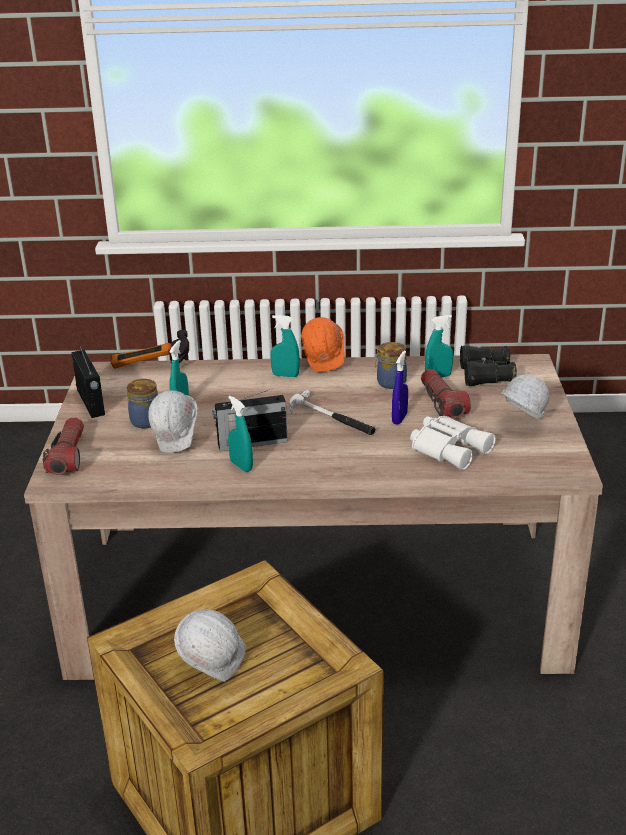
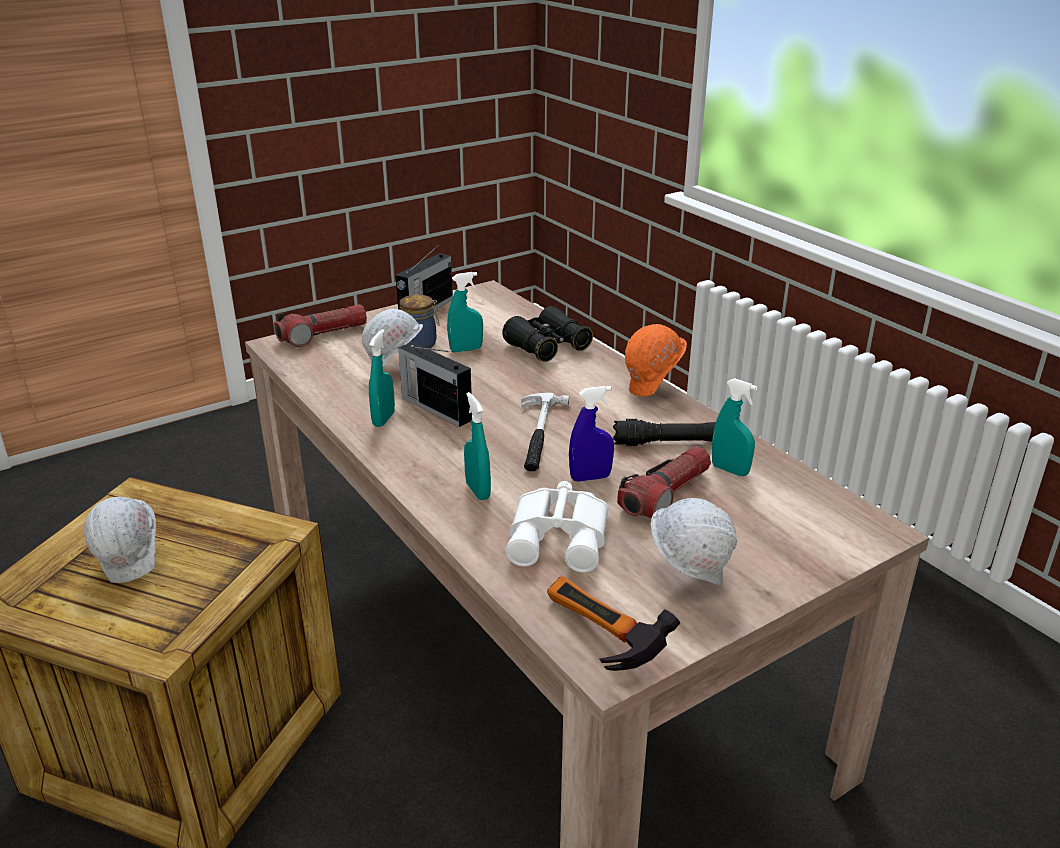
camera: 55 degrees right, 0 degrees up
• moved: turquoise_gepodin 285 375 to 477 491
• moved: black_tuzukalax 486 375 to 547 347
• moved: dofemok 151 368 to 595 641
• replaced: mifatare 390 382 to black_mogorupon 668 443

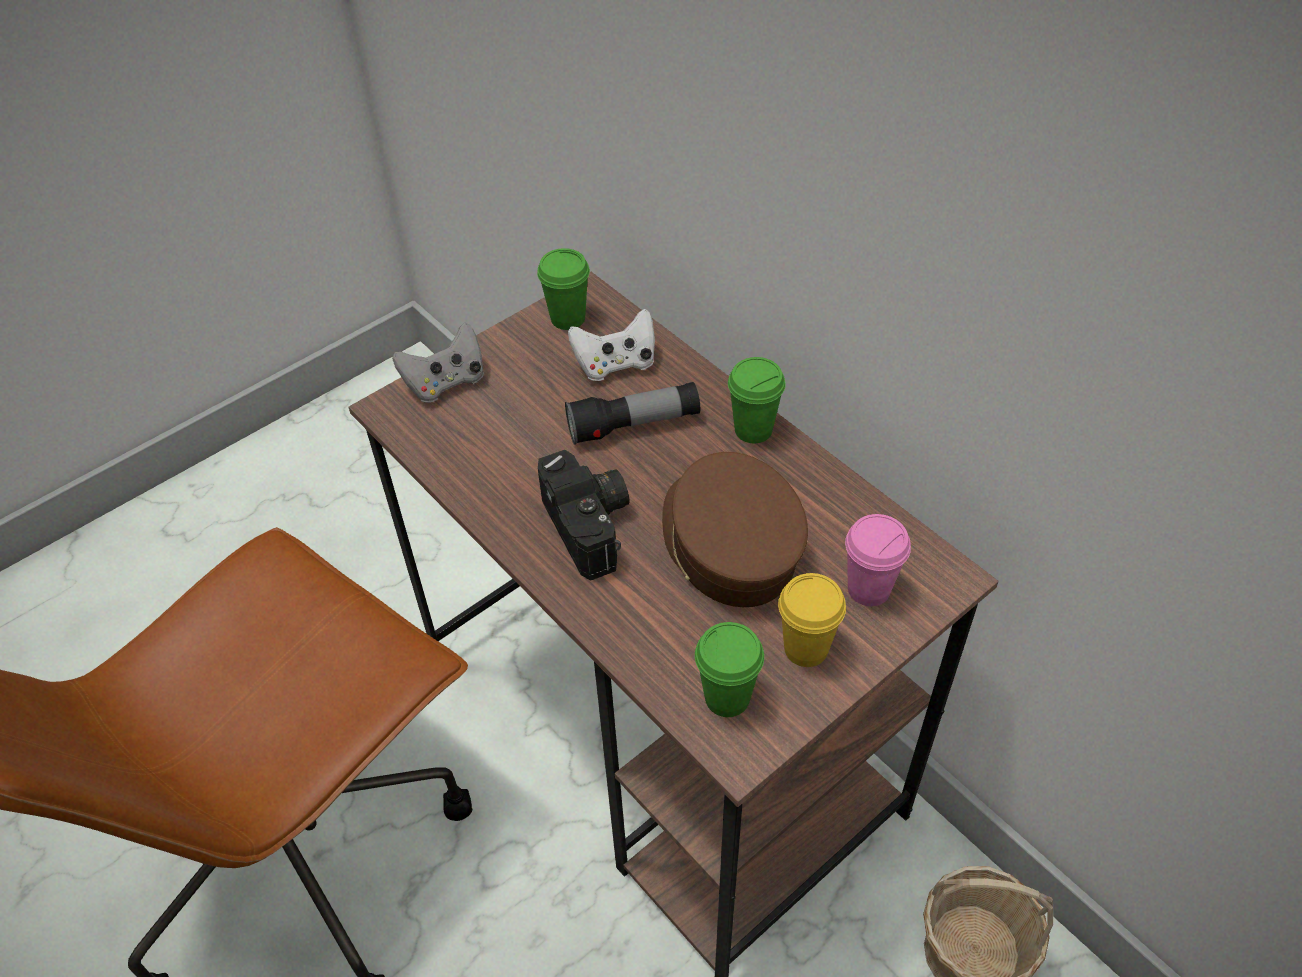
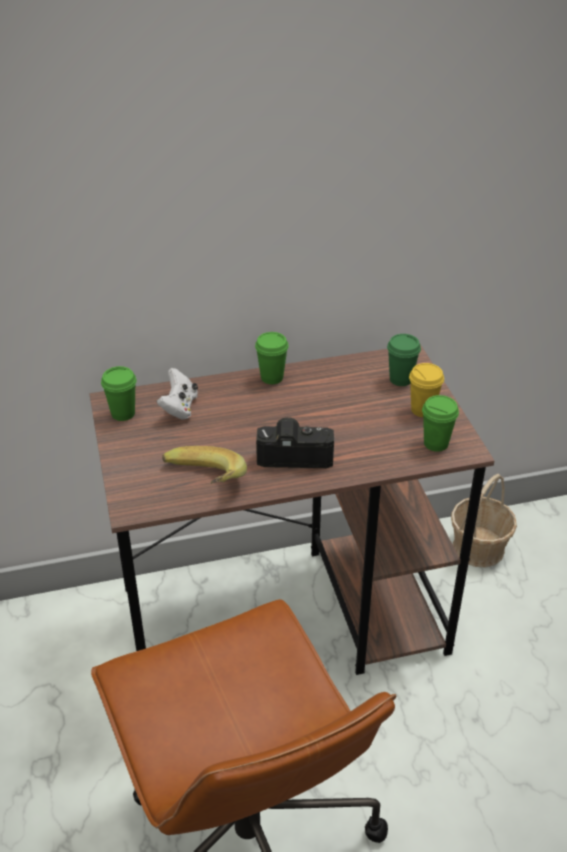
camera: 65 degrees left, 10 degrees down
• added: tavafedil 203 485
• recoloured: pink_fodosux 869 589 to green_fodosux 400 379
• removed: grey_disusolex 446 382
• removed: mogorupon 634 425
• removed: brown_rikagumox 728 545

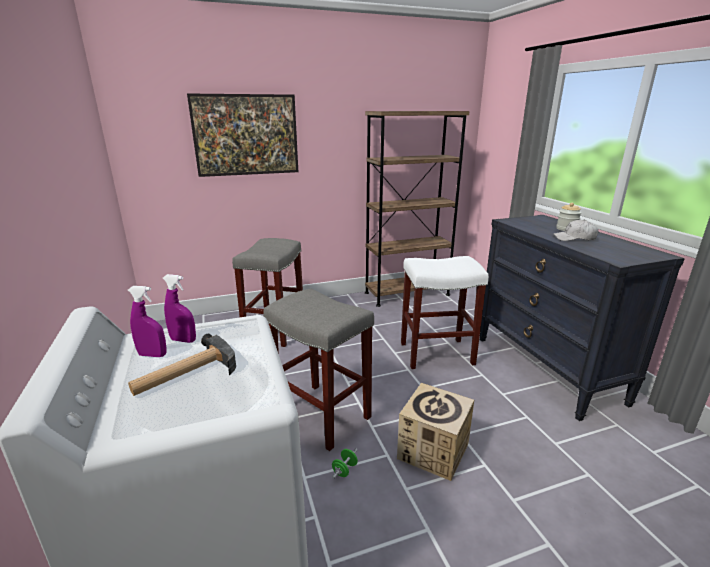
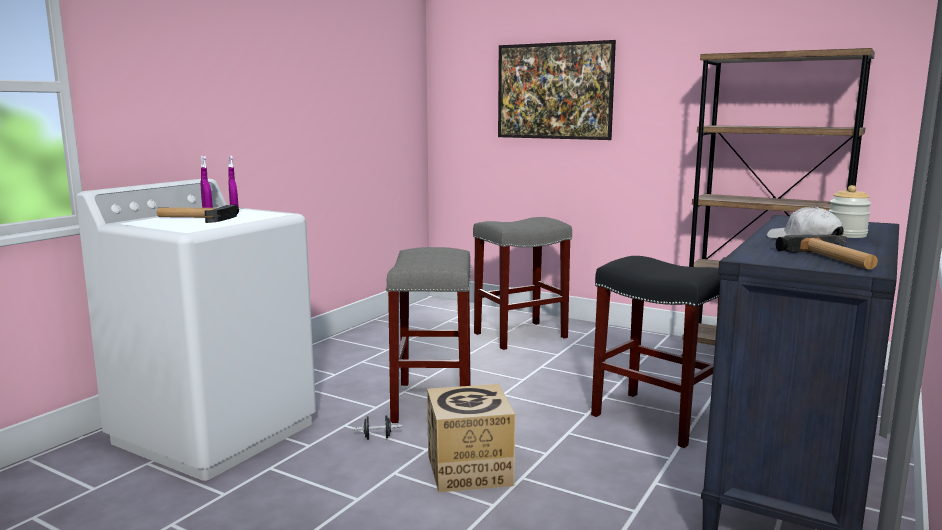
camera: 50 degrees right, 10 degrees down
• recoloured: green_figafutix 344 470 to black_figafutix 377 437
• recoloured: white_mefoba 437 353 to black_mefoba 657 419
• added: dofemok 835 259

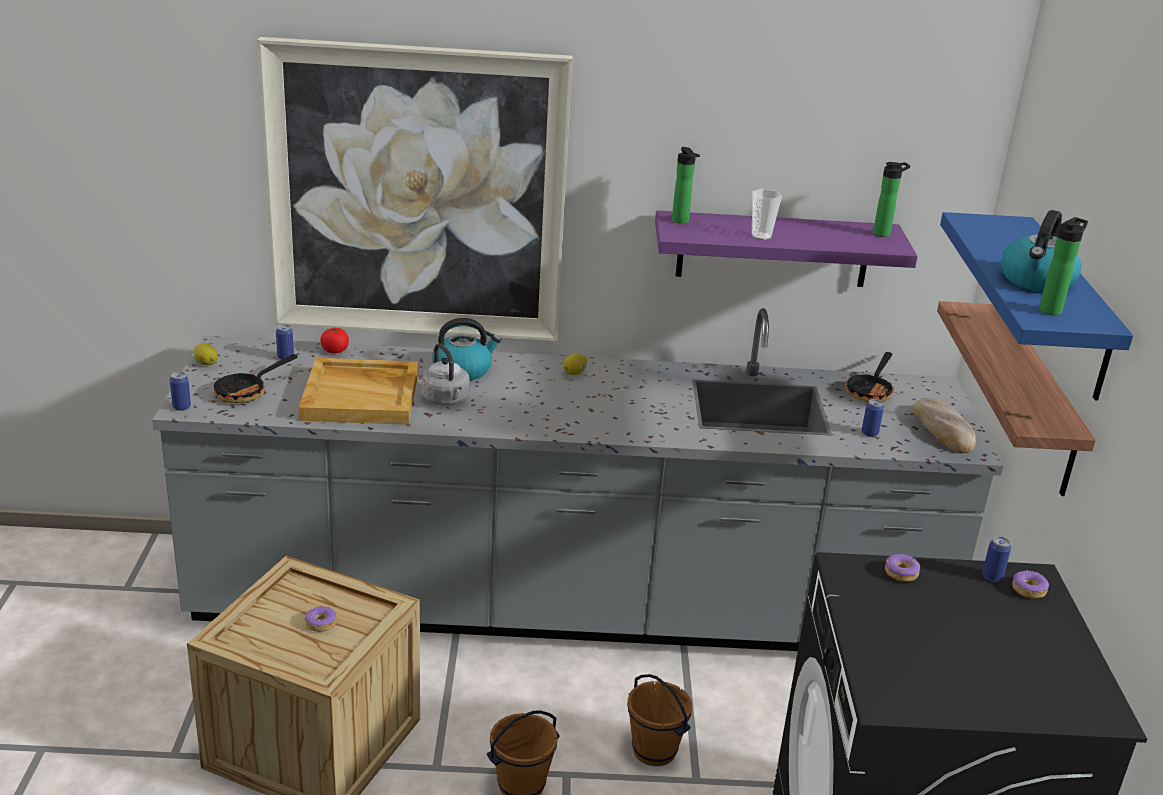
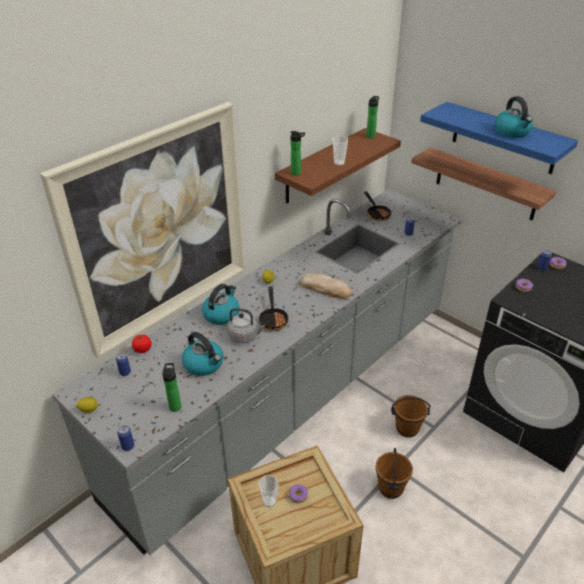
camera: 45 degrees left, 10 degrees up
• moved: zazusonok 1052 310 to 175 405
• replaced: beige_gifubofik 362 396 to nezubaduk 204 364
• added: fodosux 269 501
• moved: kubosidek 247 391 to 273 319
• recoloured: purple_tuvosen 773 249 to brown_tuvosen 322 166
• moved: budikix 944 429 to 326 288

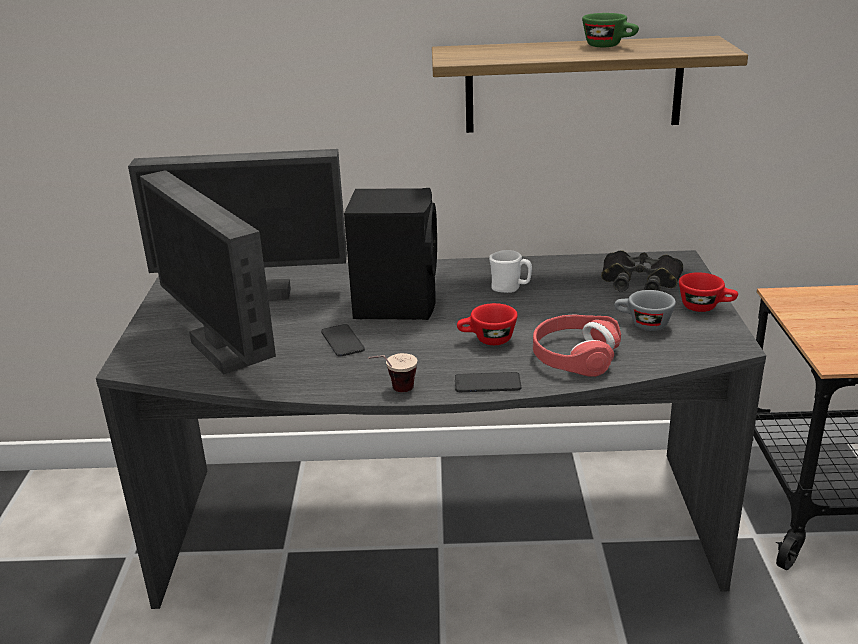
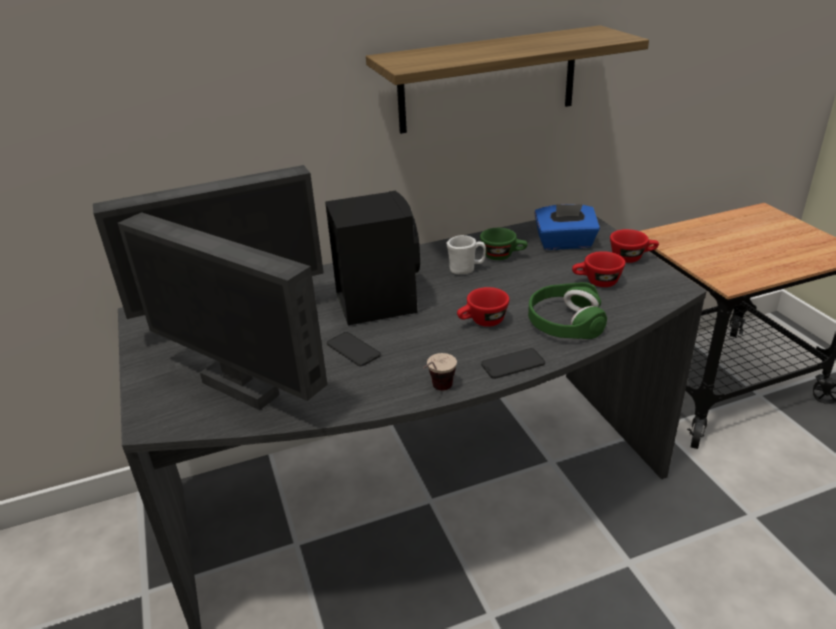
camera: 20 degrees left, 5 degrees up
• moved: green_fodosux 609 46 to 503 256
• recoloured: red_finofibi 574 356 to green_finofibi 565 322
• replaced: black_tuzukalax 640 281 to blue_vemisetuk 565 243
• recoloured: grey_fodosux 642 324 to red_fodosux 596 282

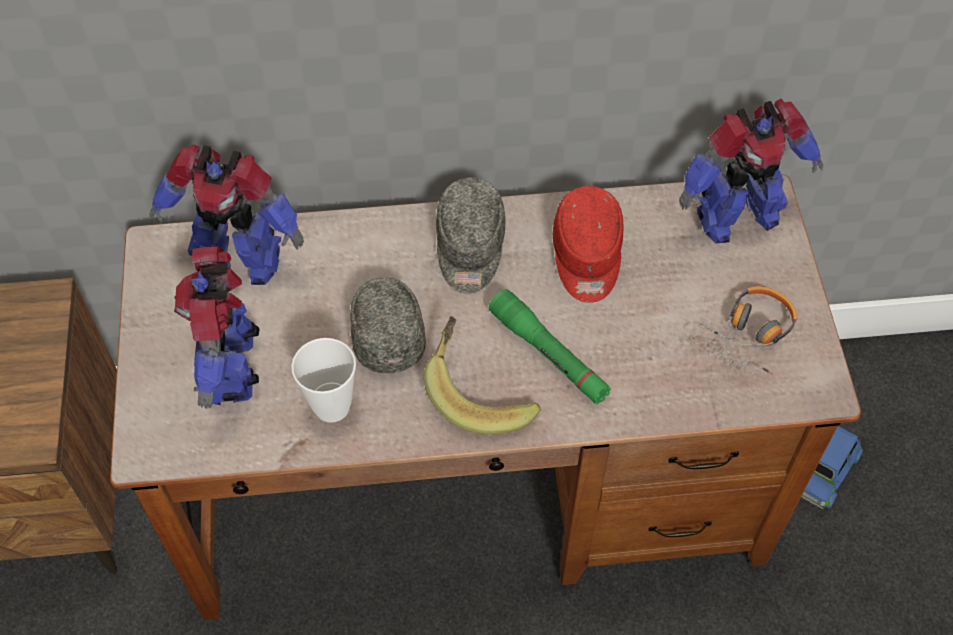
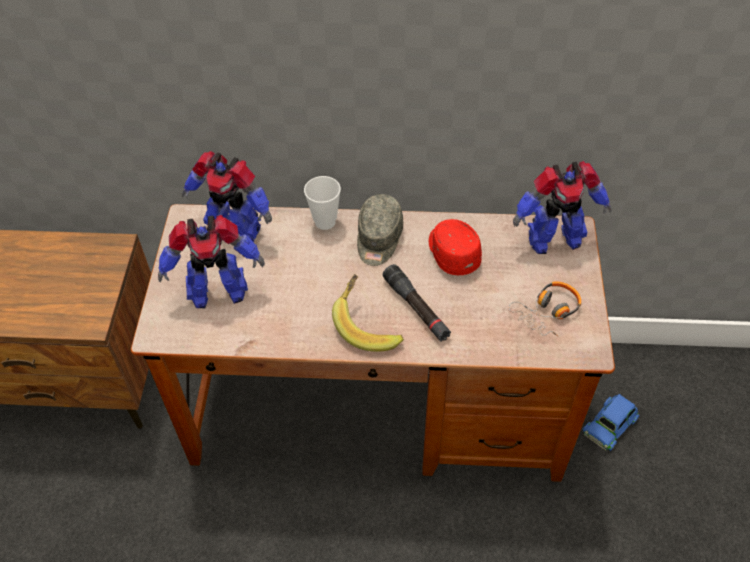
camera: 10 degrees right, 5 degrees down
• turned: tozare 231 366 = 217 292 105 degrees counterclockwise
• moved: fodosux 332 406 to 325 222
• recoloured: green_mogorupon 549 354 to black_mogorupon 416 308
• turned: red_rikagumox 587 257 = 452 252 150 degrees clockwise
• removed: grey_rikagumox 386 330

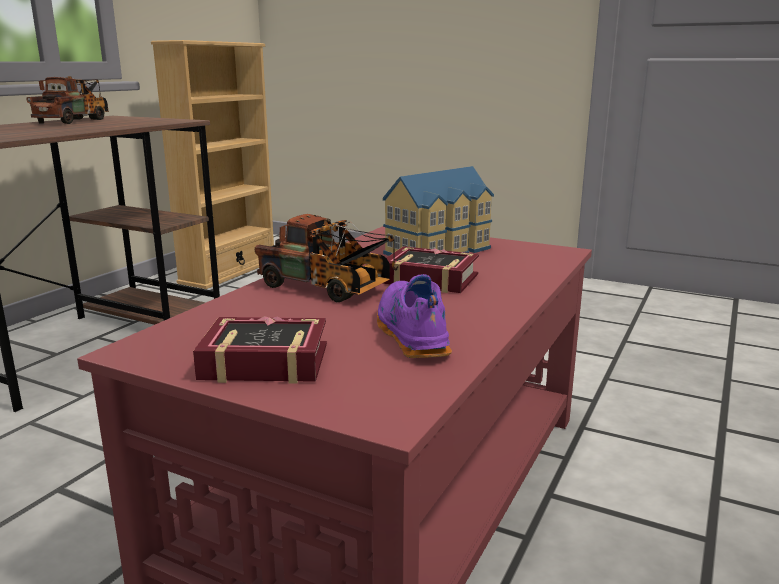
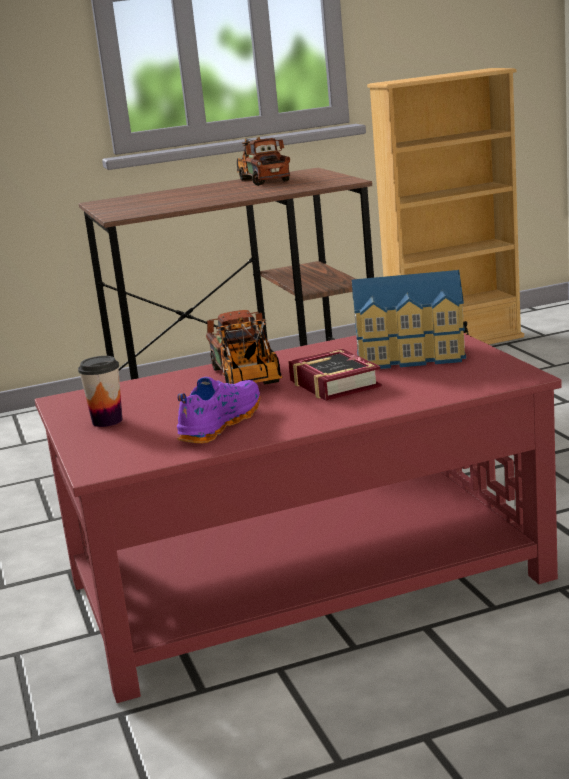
camera: 45 degrees right, 0 degrees up
• replaced: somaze 260 360 to fodosux 107 421
• turned: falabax 76 120 = 262 179 75 degrees counterclockwise

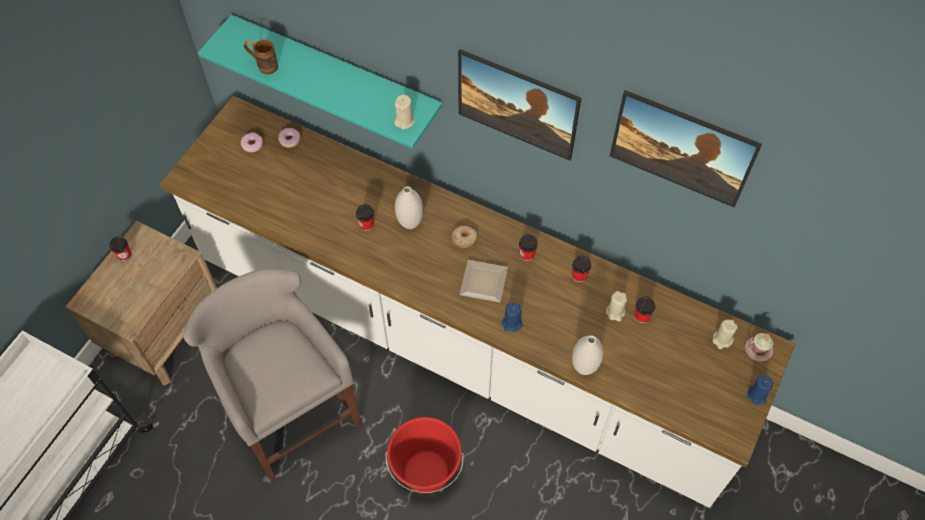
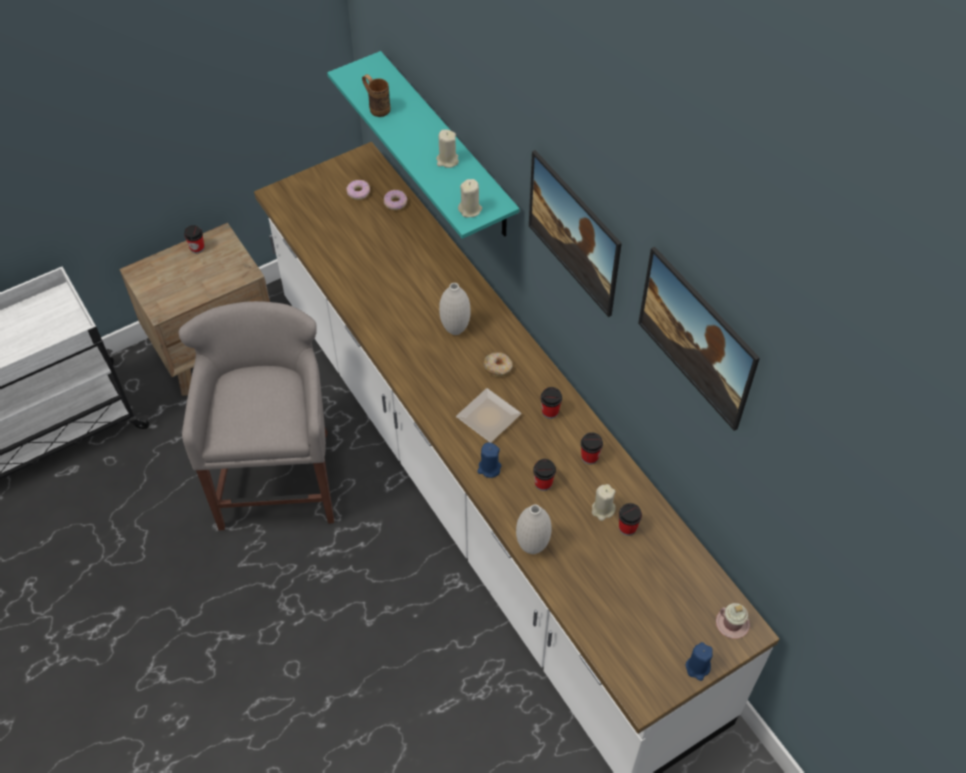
camera: 30 degrees right, 5 degrees down
• moved: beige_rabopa 722 340 to 447 160
• moved: fodosux 366 225 to 543 483
• removed: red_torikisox 426 471

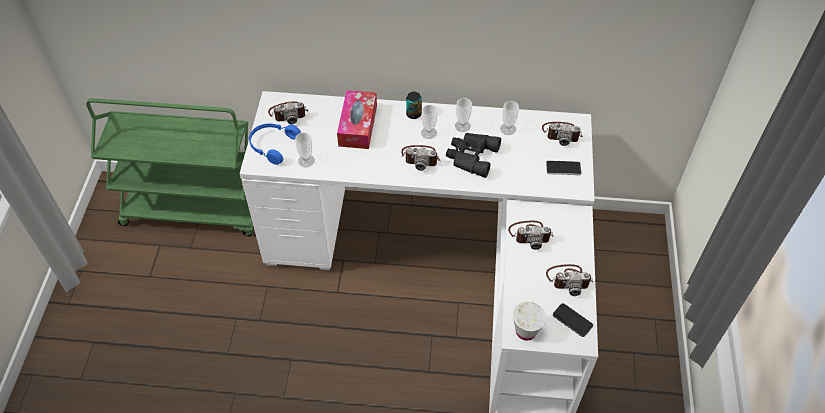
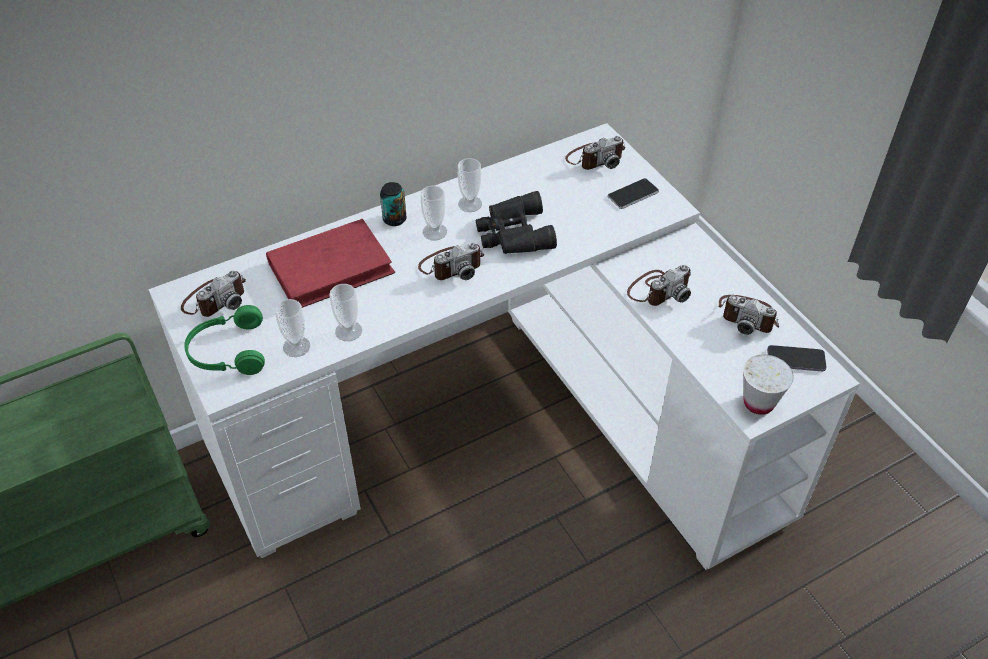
camera: 35 degrees left, 5 degrees down
• recoloured: blue_finofibi 272 145 to green_finofibi 227 352
• replaced: vemisetuk 358 126 to red_somaze 331 268
• moved: fodosux 508 129 to 348 331
• turned: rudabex 568 279 = 748 316 60 degrees clockwise

